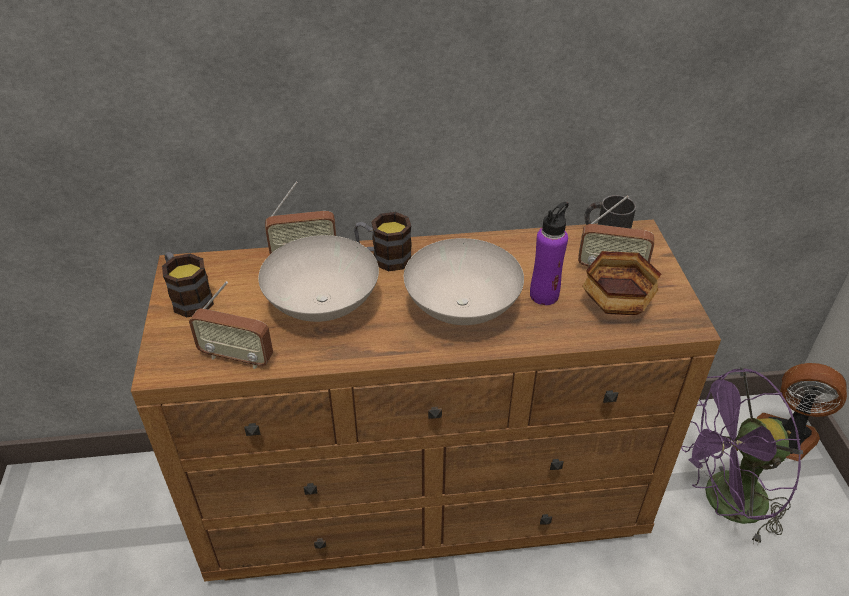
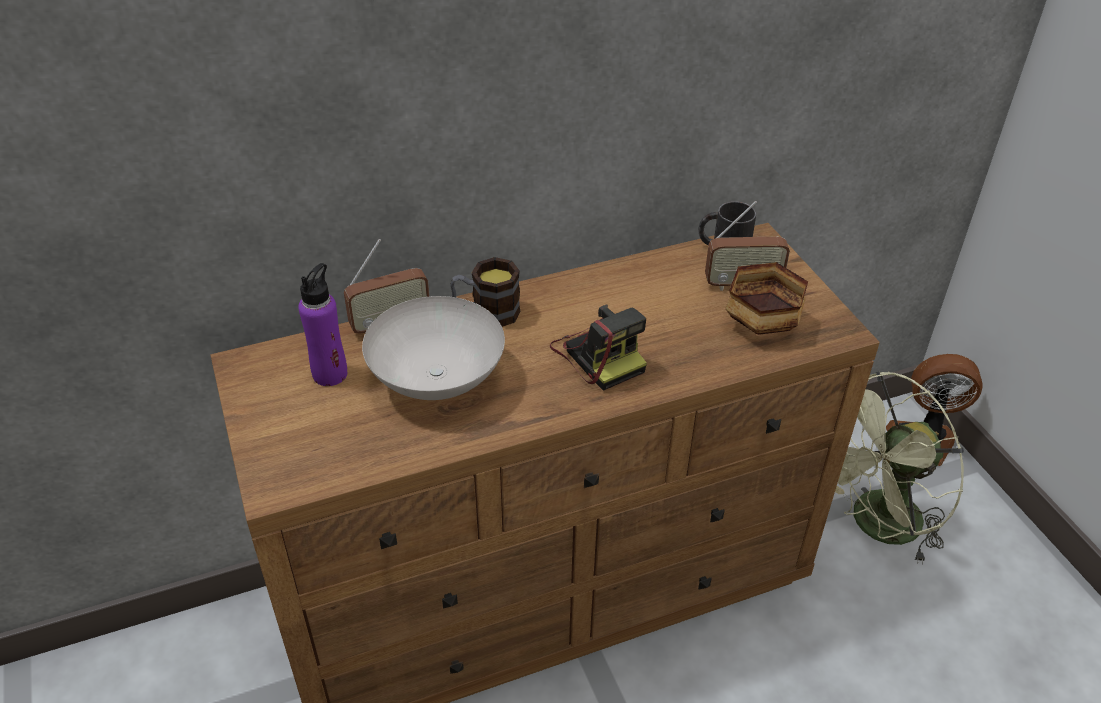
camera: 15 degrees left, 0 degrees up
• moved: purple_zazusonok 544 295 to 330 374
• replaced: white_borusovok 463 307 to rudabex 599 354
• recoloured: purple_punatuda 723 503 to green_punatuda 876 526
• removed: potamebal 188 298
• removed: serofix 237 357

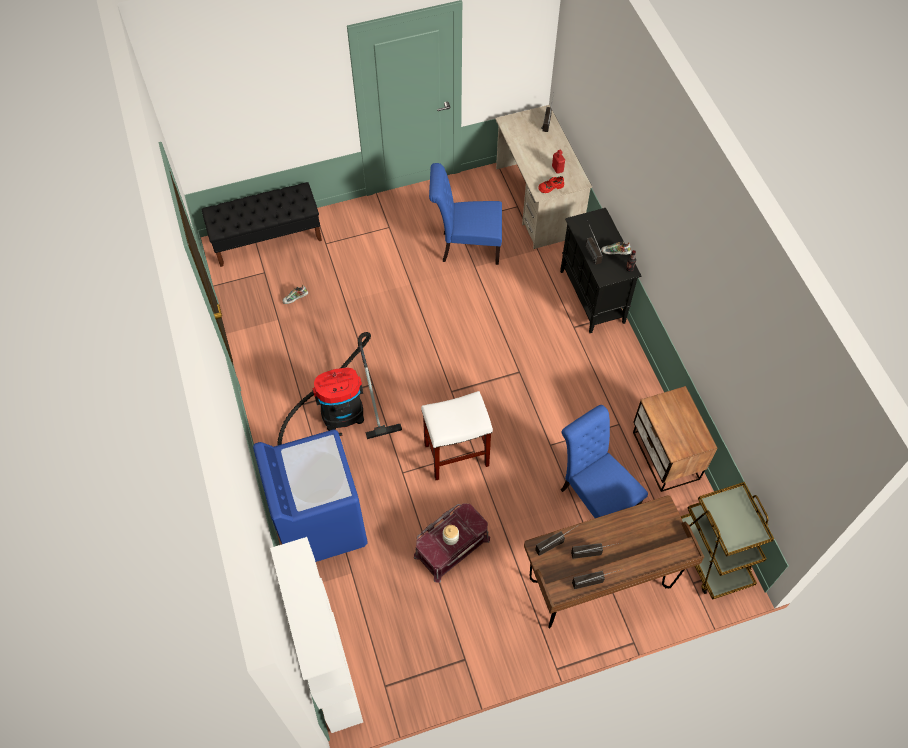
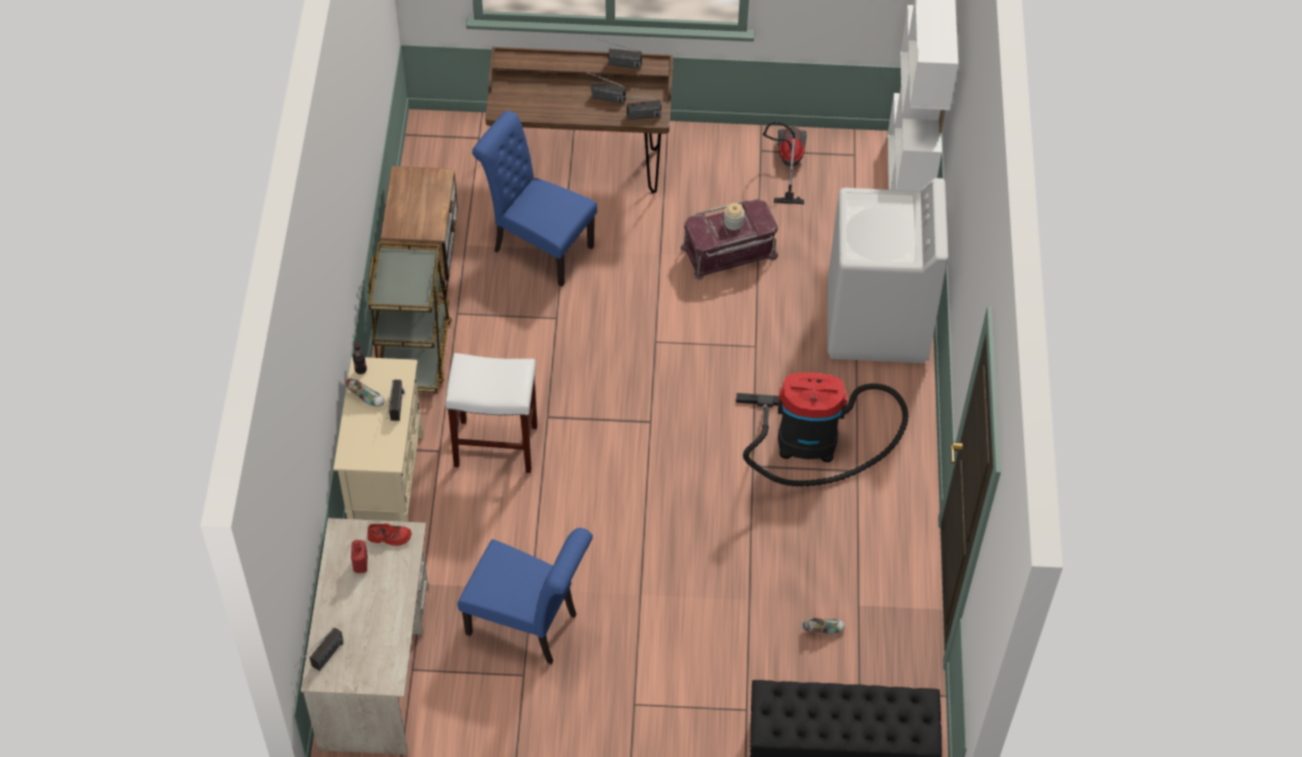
camera: 160 degrees left, 5 degrees down
• recoloured: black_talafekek 592 297 to beige_talafekek 387 483
• moved: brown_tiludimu 712 556 to 414 353
• moved: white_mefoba 455 455 to 497 445
• turned: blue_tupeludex 593 498 = 537 247 135 degrees clockwise
• added: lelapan 787 164
• recoloured: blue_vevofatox 320 523 to white_vevofatox 877 323

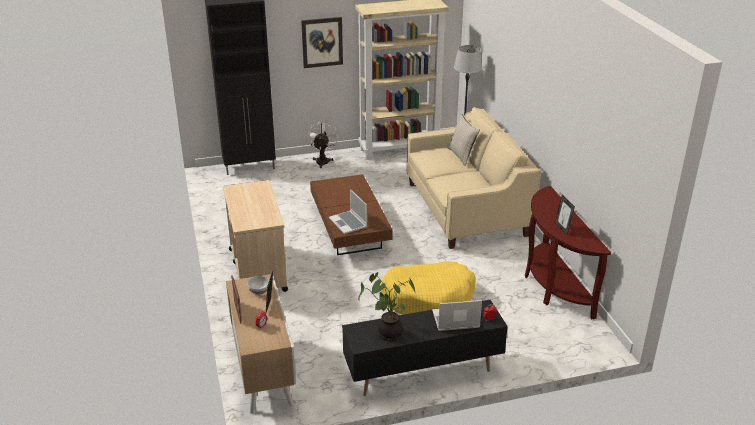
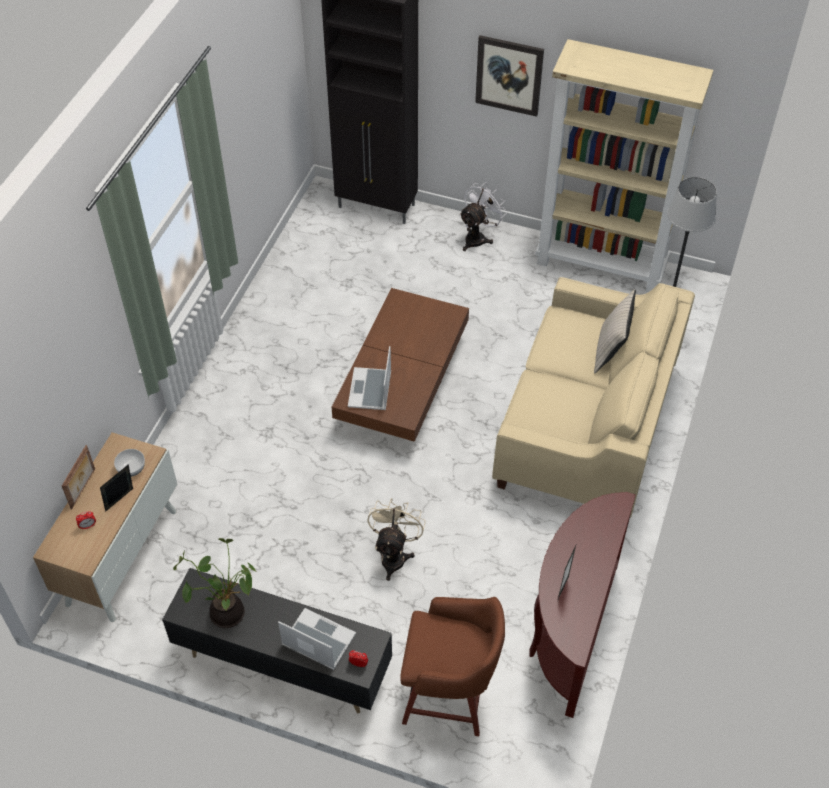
camera: 35 degrees right, 20 degrees up
• replaced: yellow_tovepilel 428 298 to beige_punatuda 394 555
• added: brown_mefoba 450 696
• removed: beige_tiludimu 257 269

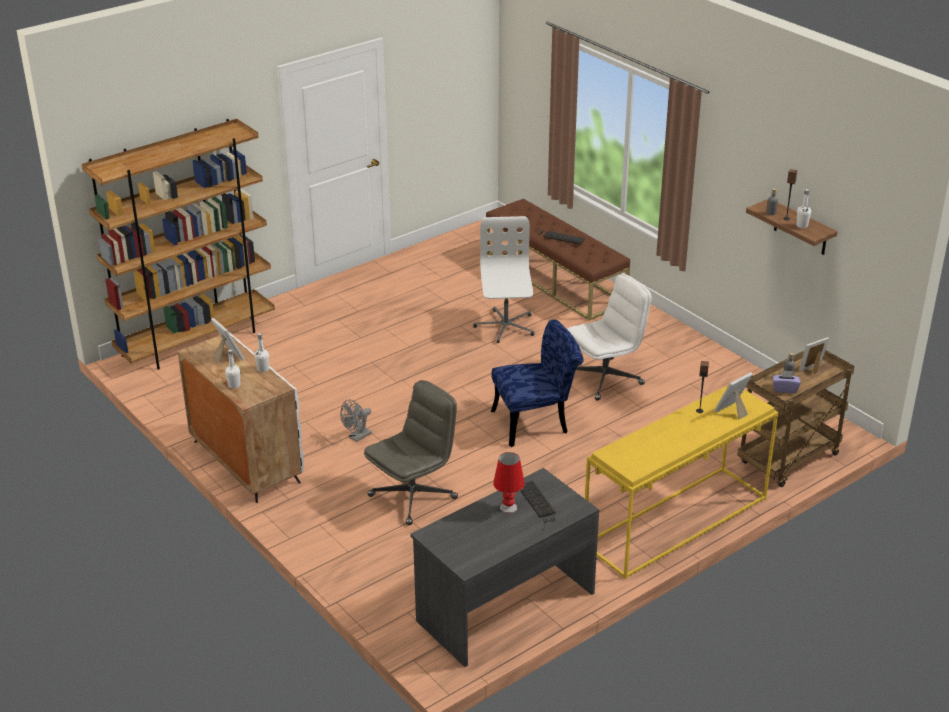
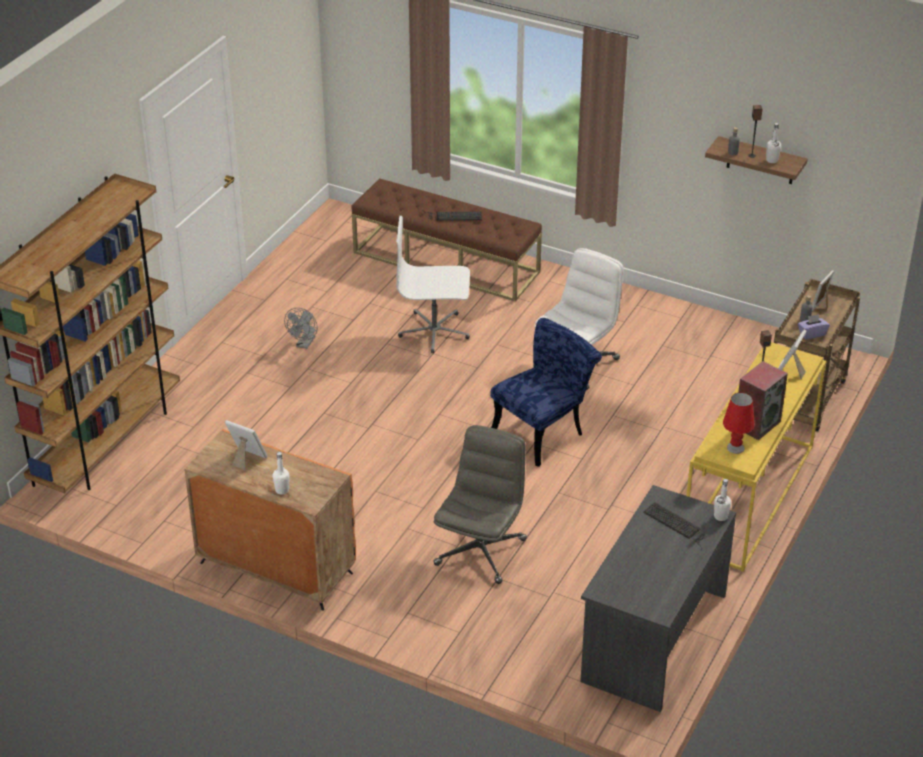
camera: 25 degrees left, 5 degrees up
• recoloured: white_talafekek 245 461 to orange_talafekek 275 568
• moved: grey_punatuda 357 437 to 304 344
• turned: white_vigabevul 505 326 = 434 331 60 degrees counterclockwise
• moved: white_zazusonok 263 369 to 720 516
• moved: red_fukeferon 508 507 to 735 447
• added: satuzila 757 423

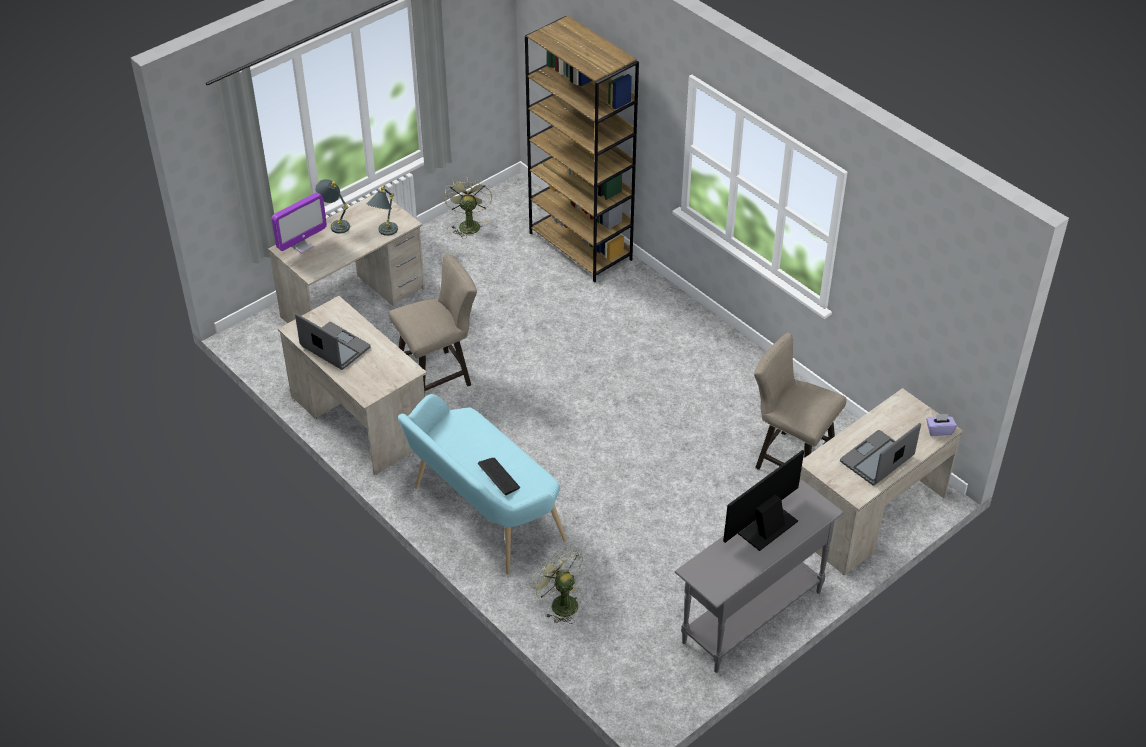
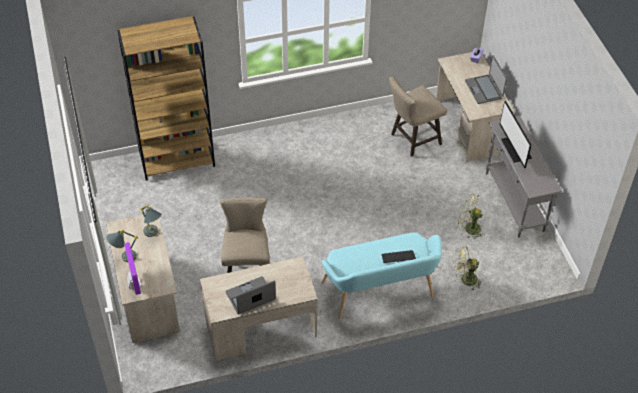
camera: 65 degrees left, 5 degrees up
• moved: green_punatuda 468 224 to 469 228

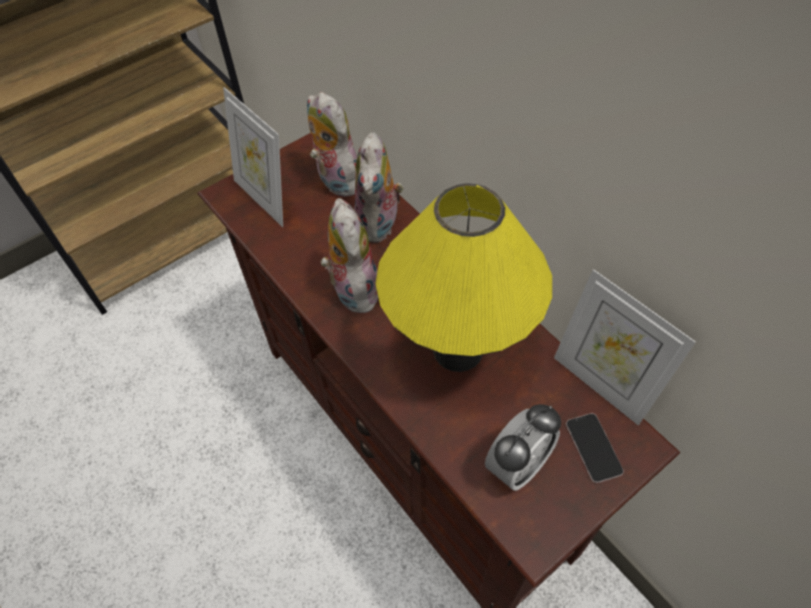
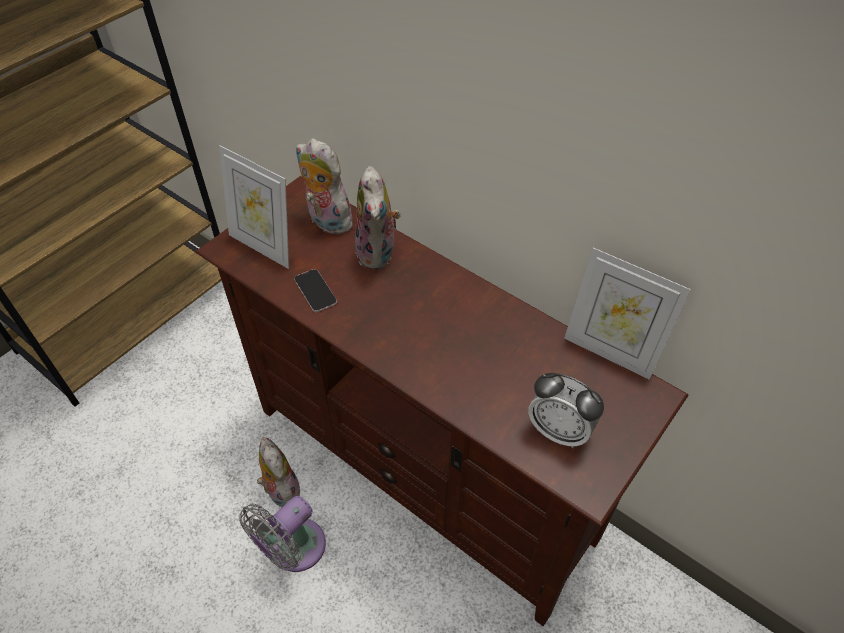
camera: 15 degrees left, 5 degrees down
• added: grey_punatuda 293 550
• moved: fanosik 352 288 to 280 490
• moved: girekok 593 448 to 315 291
• turned: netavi 517 465 = 559 430 90 degrees clockwise
• removed: yellow_fukeferon 458 349

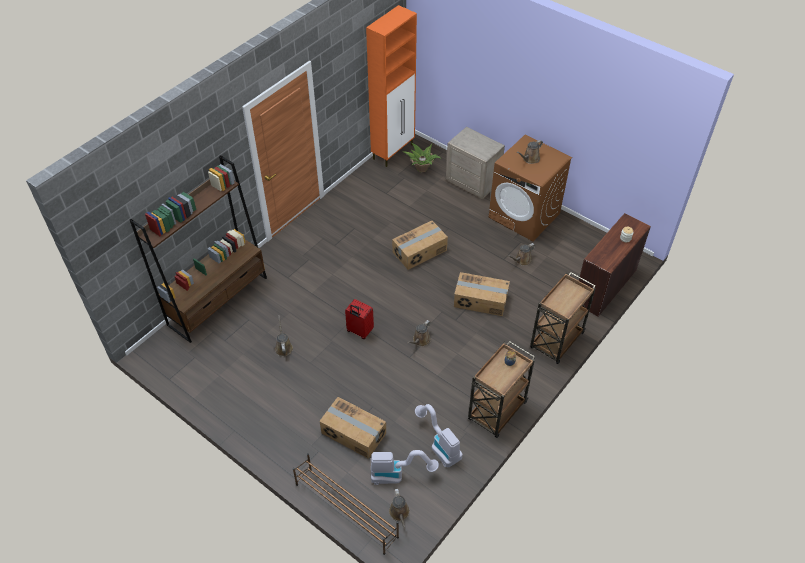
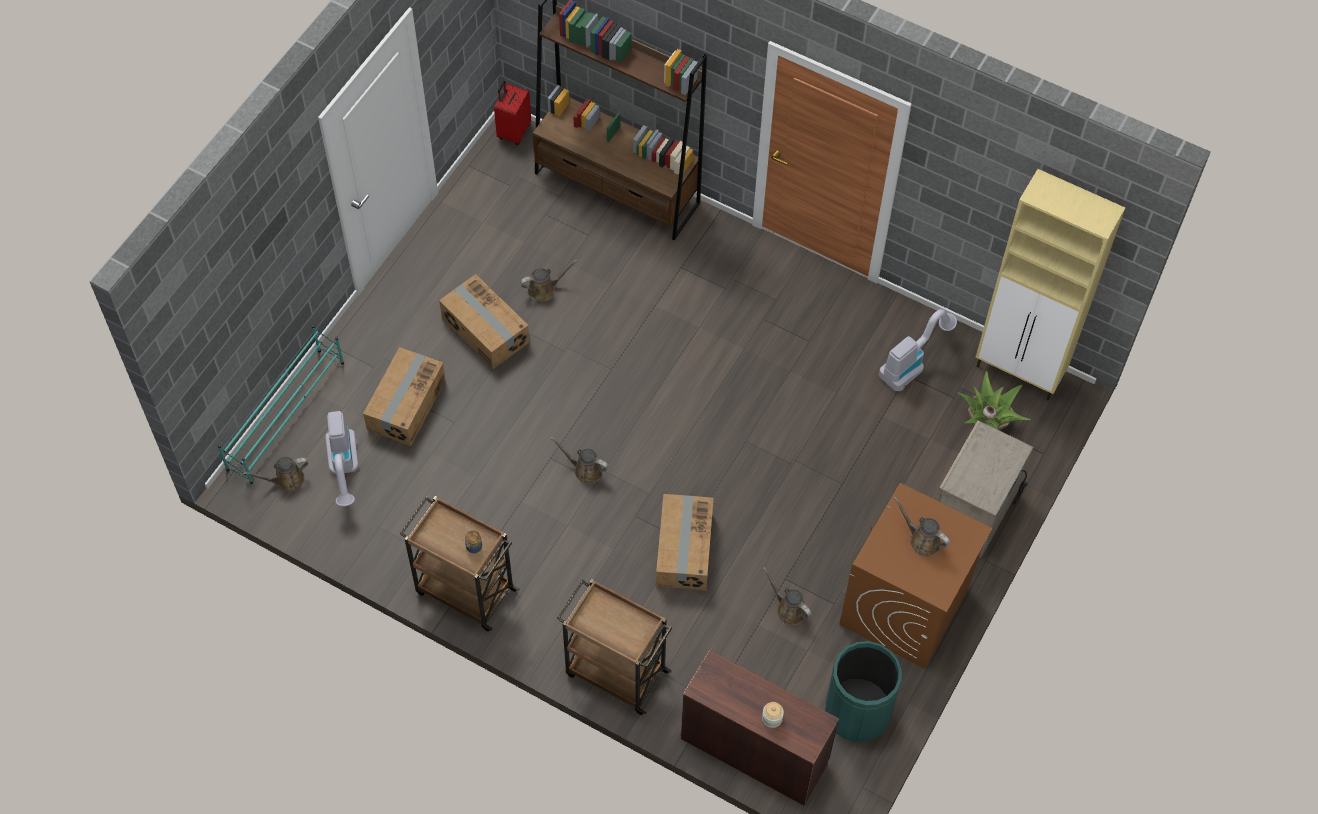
camera: 80 degrees right, 10 degrees up
• recoloured: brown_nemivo 346 509 to turquoise_nemivo 286 415
• moved: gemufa 420 251 to 485 331
• moved: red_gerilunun 359 331 to 513 132
• added: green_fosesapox 857 712
• moved: lelapan 439 445 to 912 363
• recoloured: orange_talafekek 393 151 to beige_talafekek 1020 372

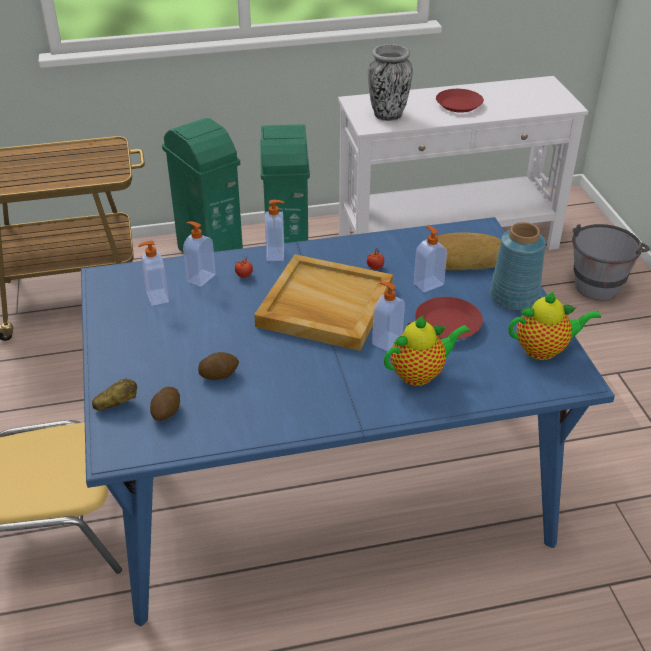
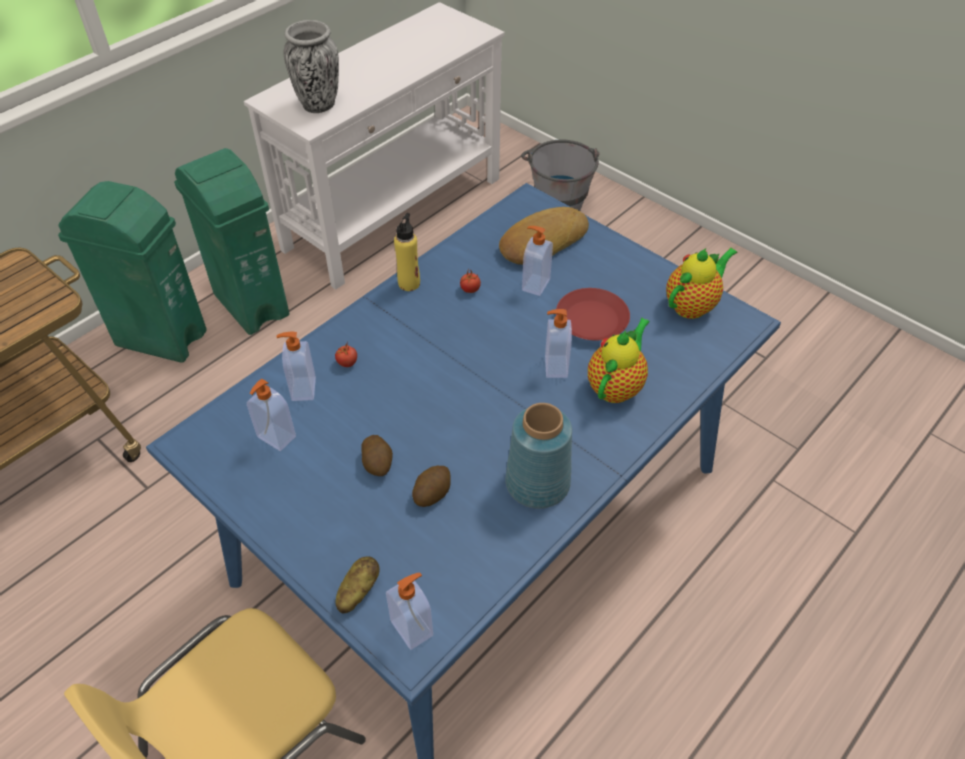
camera: 35 degrees left, 10 degrees up
• moved: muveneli 166 413 to 378 464
• moved: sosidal 276 254 to 413 628
• added: yellow_zazusonok 409 283
• moved: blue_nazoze 514 297 to 538 484
• removed: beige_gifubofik 324 306
• removed: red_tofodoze 459 104

